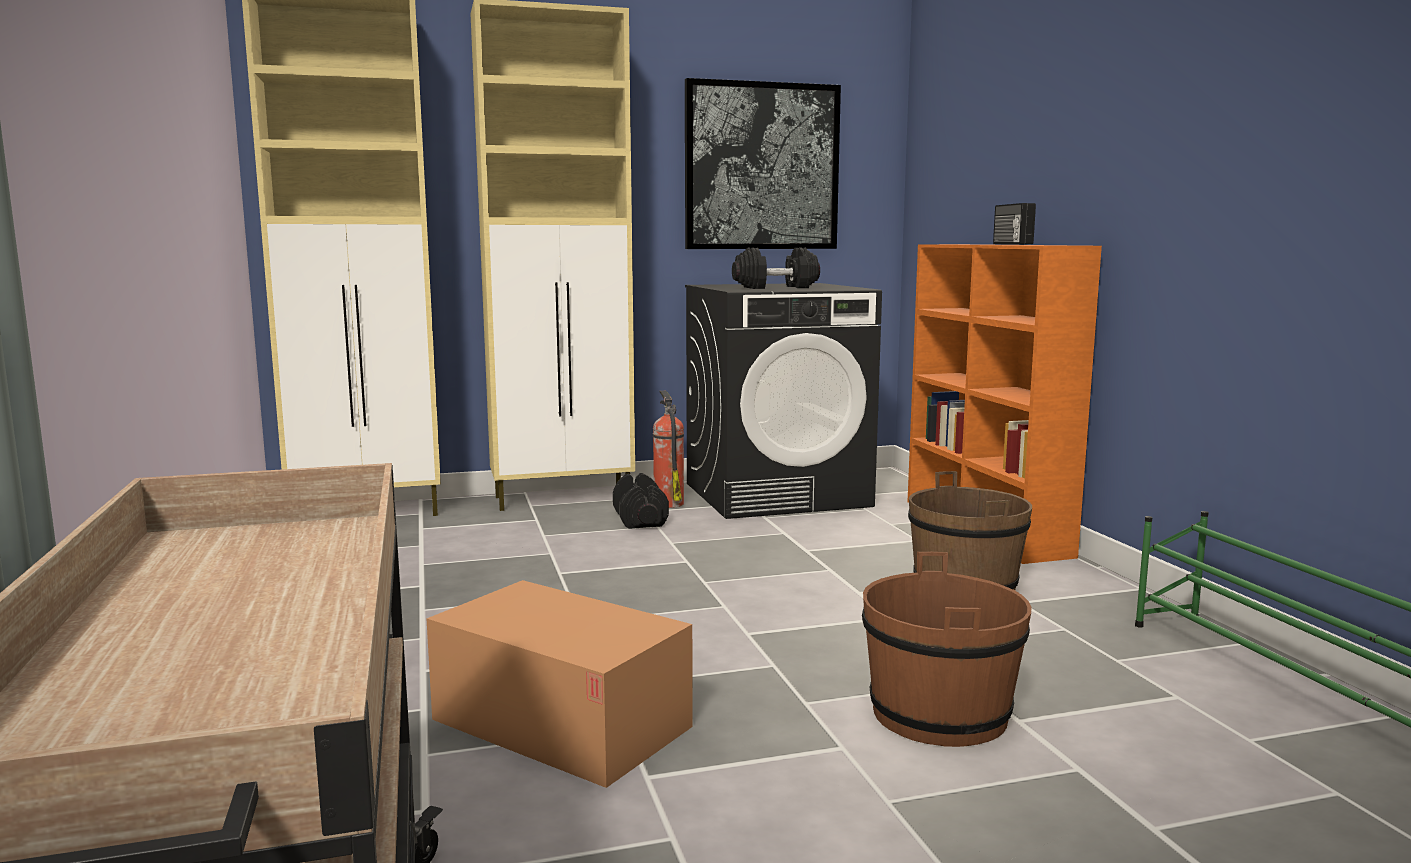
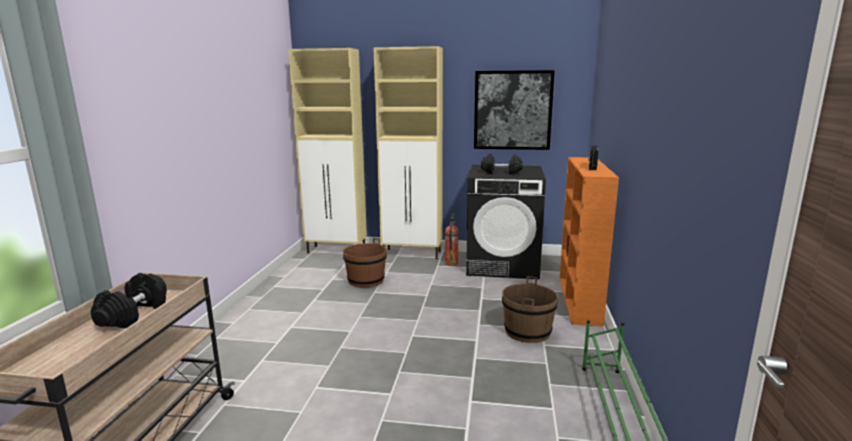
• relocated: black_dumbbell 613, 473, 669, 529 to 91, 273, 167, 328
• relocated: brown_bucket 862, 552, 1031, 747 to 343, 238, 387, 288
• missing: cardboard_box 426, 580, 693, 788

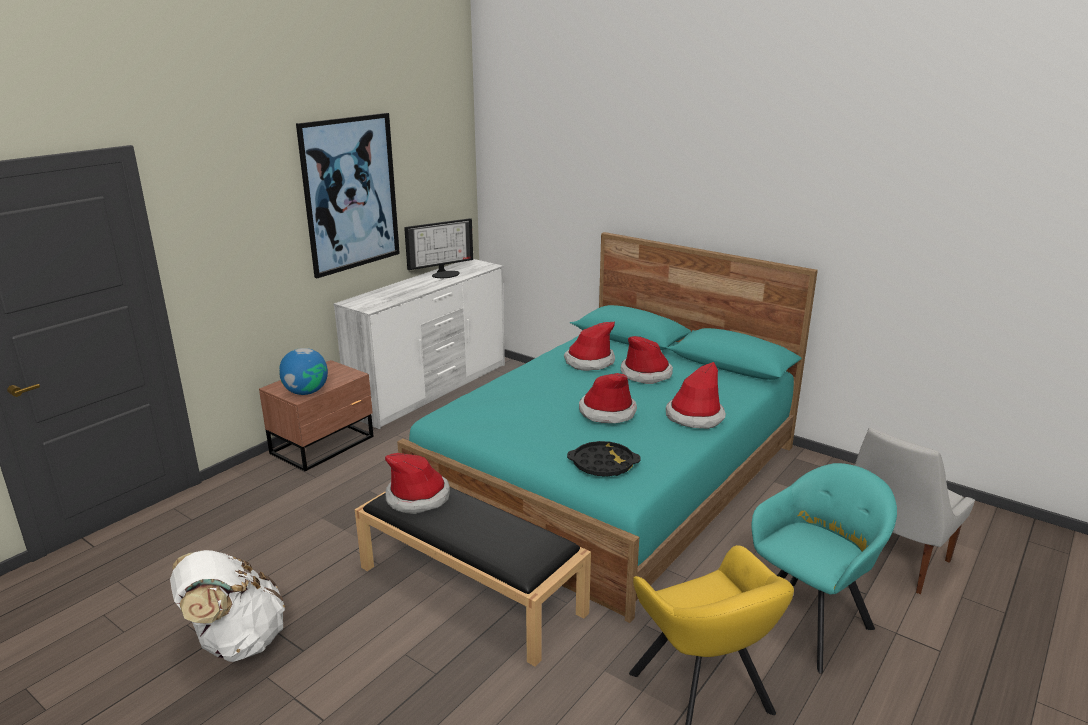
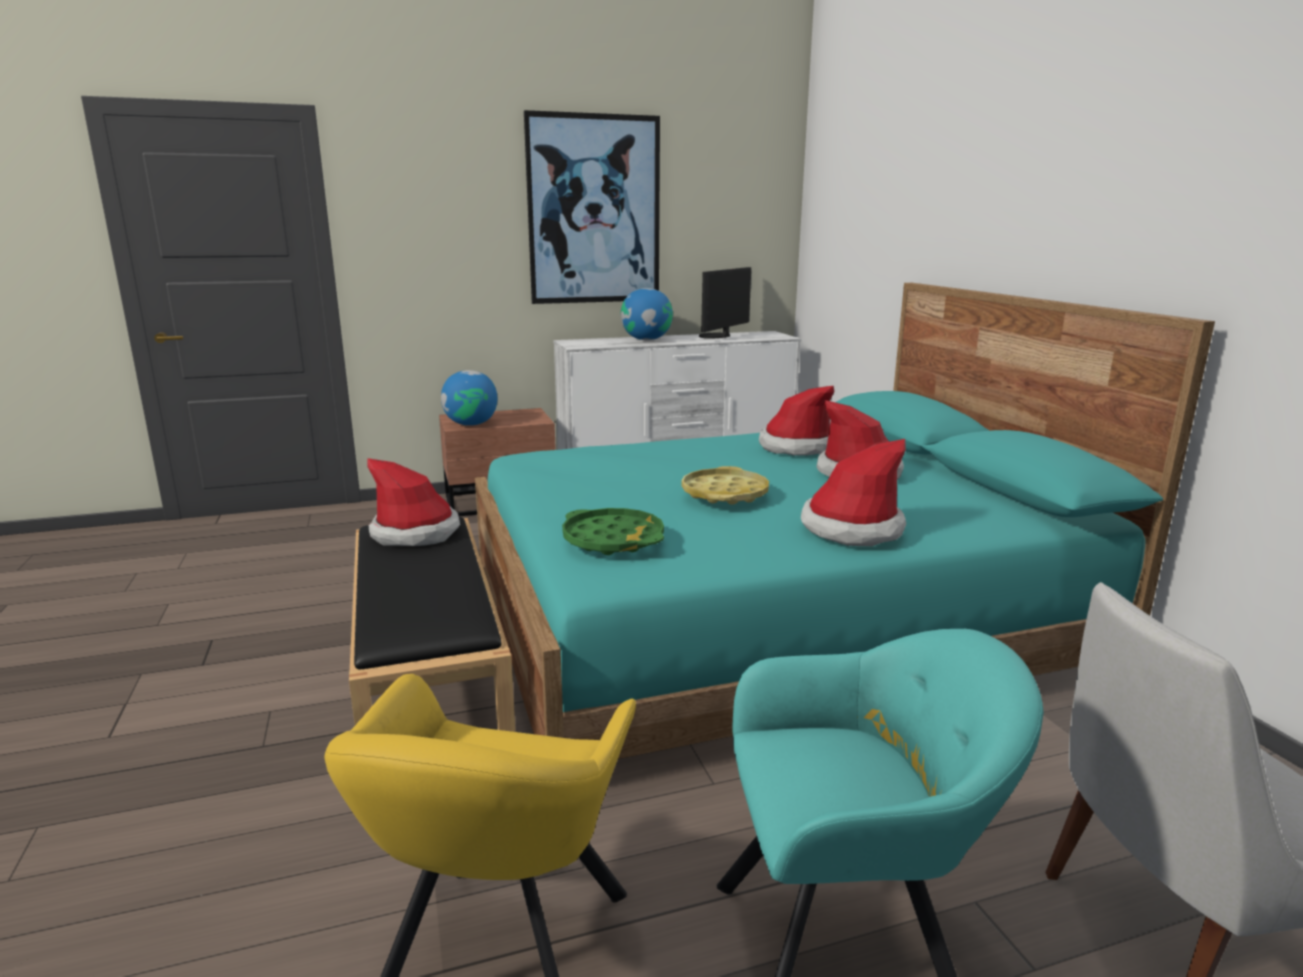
• spun: monitor 404, 218, 473, 278 = 699, 267, 751, 339 120 degrees clockwise
• exchanged: hat 579, 373, 637, 423 to yellow_tray 681, 466, 769, 505
• colour: black_tray 567, 441, 641, 477 to green_tray 562, 508, 664, 555
• missing: white_backpack 170, 550, 285, 662
• appeared: globe 621, 288, 673, 340

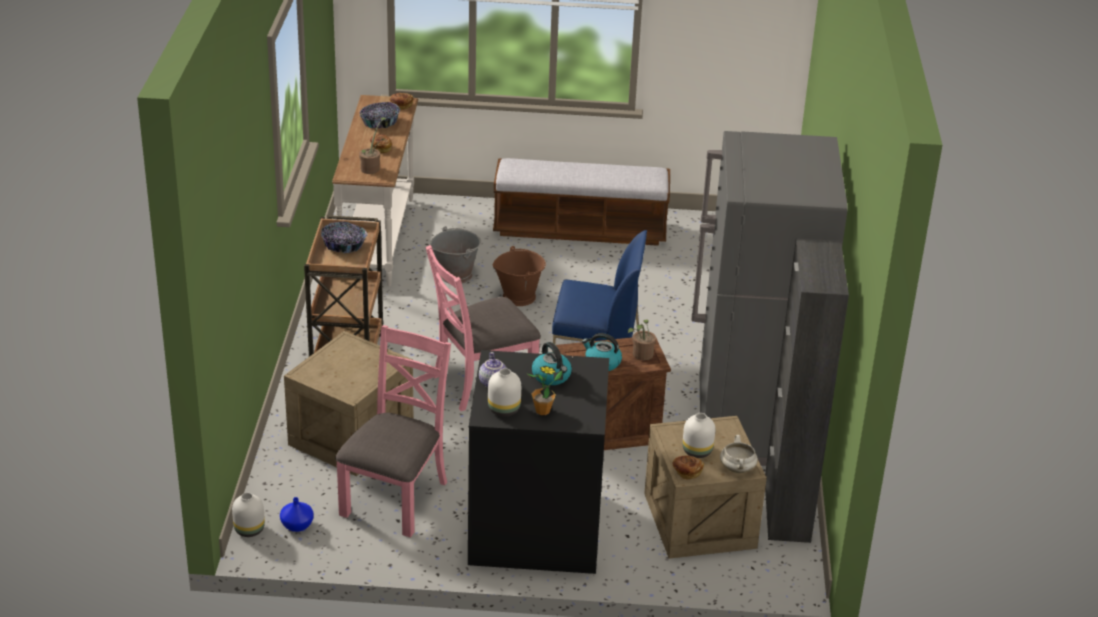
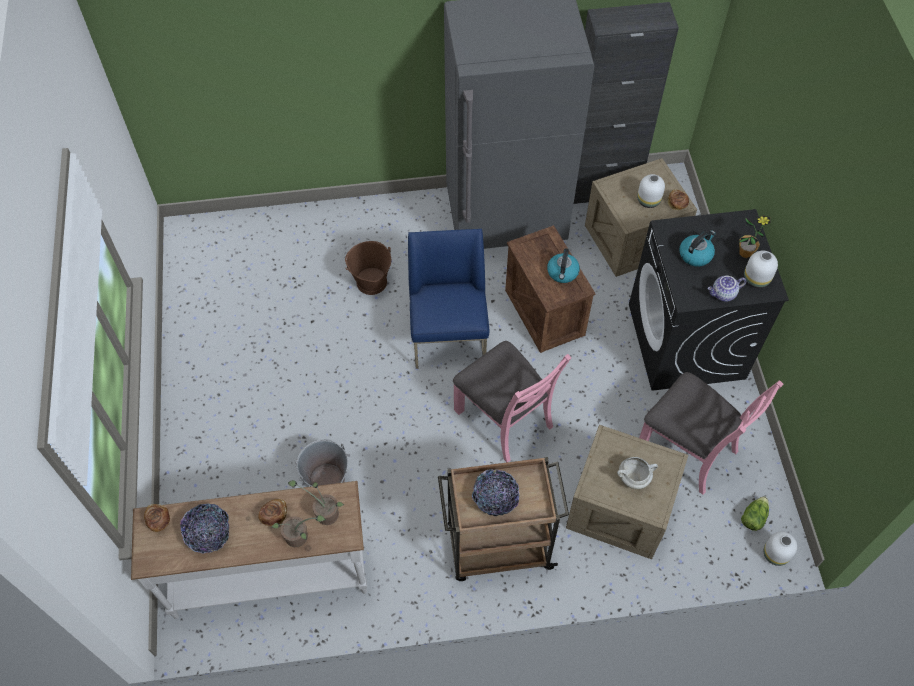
• missing: bench 493, 158, 670, 246
• relocated: brown_bucket 493, 246, 546, 306 to 345, 241, 391, 295
• relocated: potted_plant 628, 320, 656, 360 to 271, 515, 326, 547
• spun: pink_chair 335, 325, 451, 538 = 639, 372, 783, 495 150 degrees counterclockwise
• relocated: white_cooking_pot 720, 435, 758, 473 to 617, 457, 658, 489
• exchanged: blue_vase 280, 497, 314, 532 to lettuce 741, 496, 769, 531

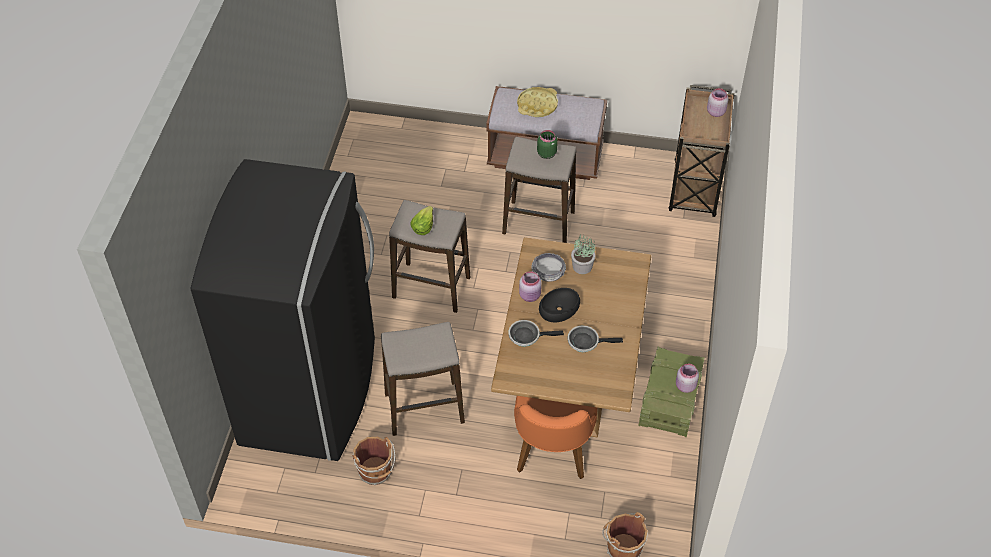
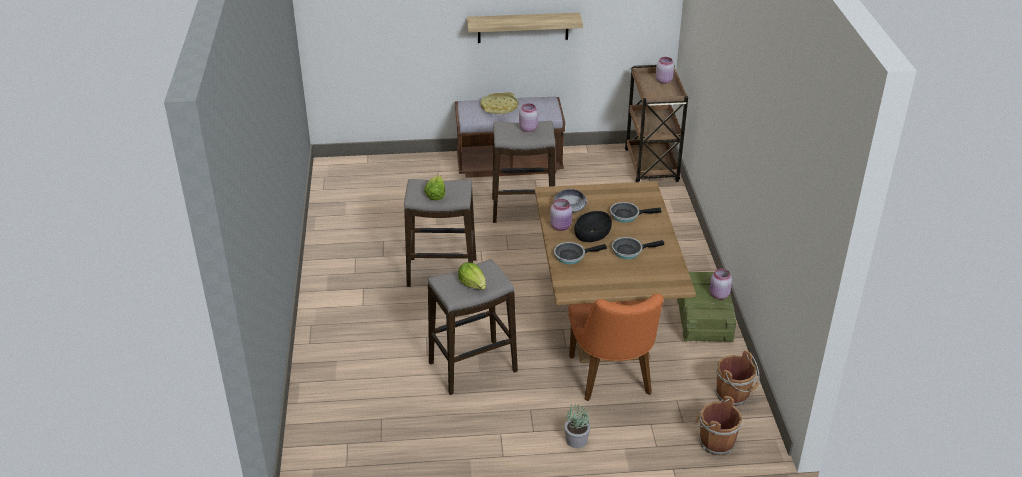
• colour: green_jar 537, 130, 558, 159 to pink_jar 519, 103, 538, 132
• missing: black_fridge 191, 159, 375, 461
• relocated: potted_plant 571, 235, 596, 274 to 564, 404, 590, 448
• relocated: brown_bucket 352, 437, 395, 485 to 715, 351, 759, 406
• appeared: shelf 467, 13, 583, 43
• appeared: frying_pan 610, 202, 662, 223
• appeared: lettuce 458, 262, 486, 290

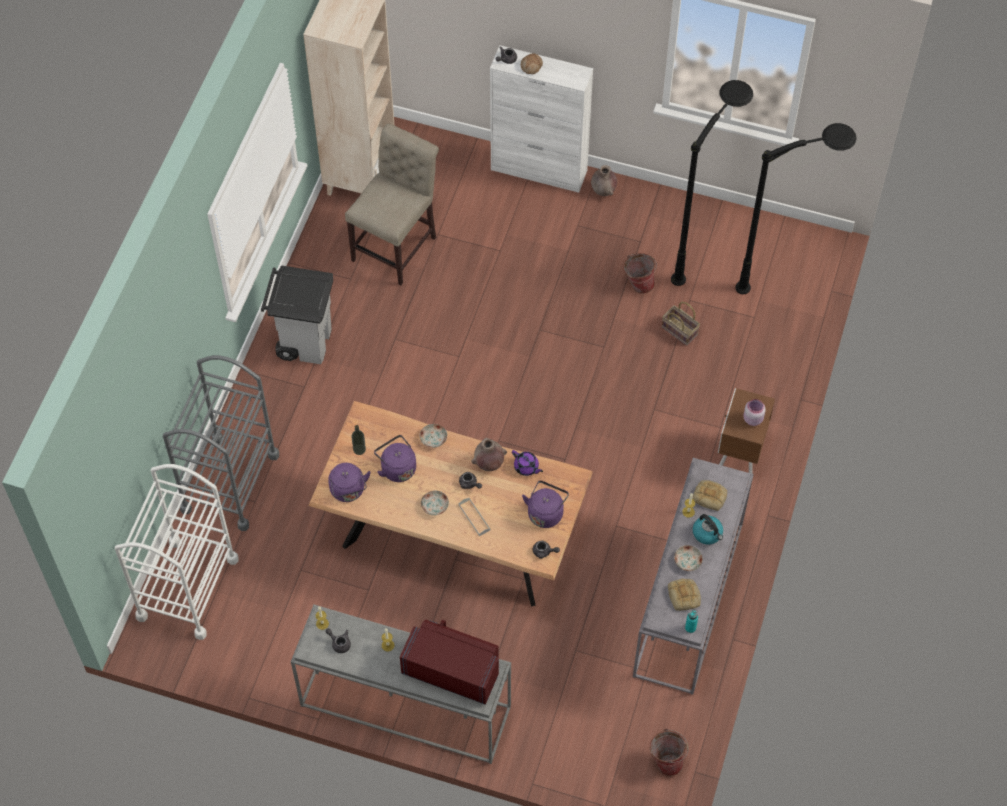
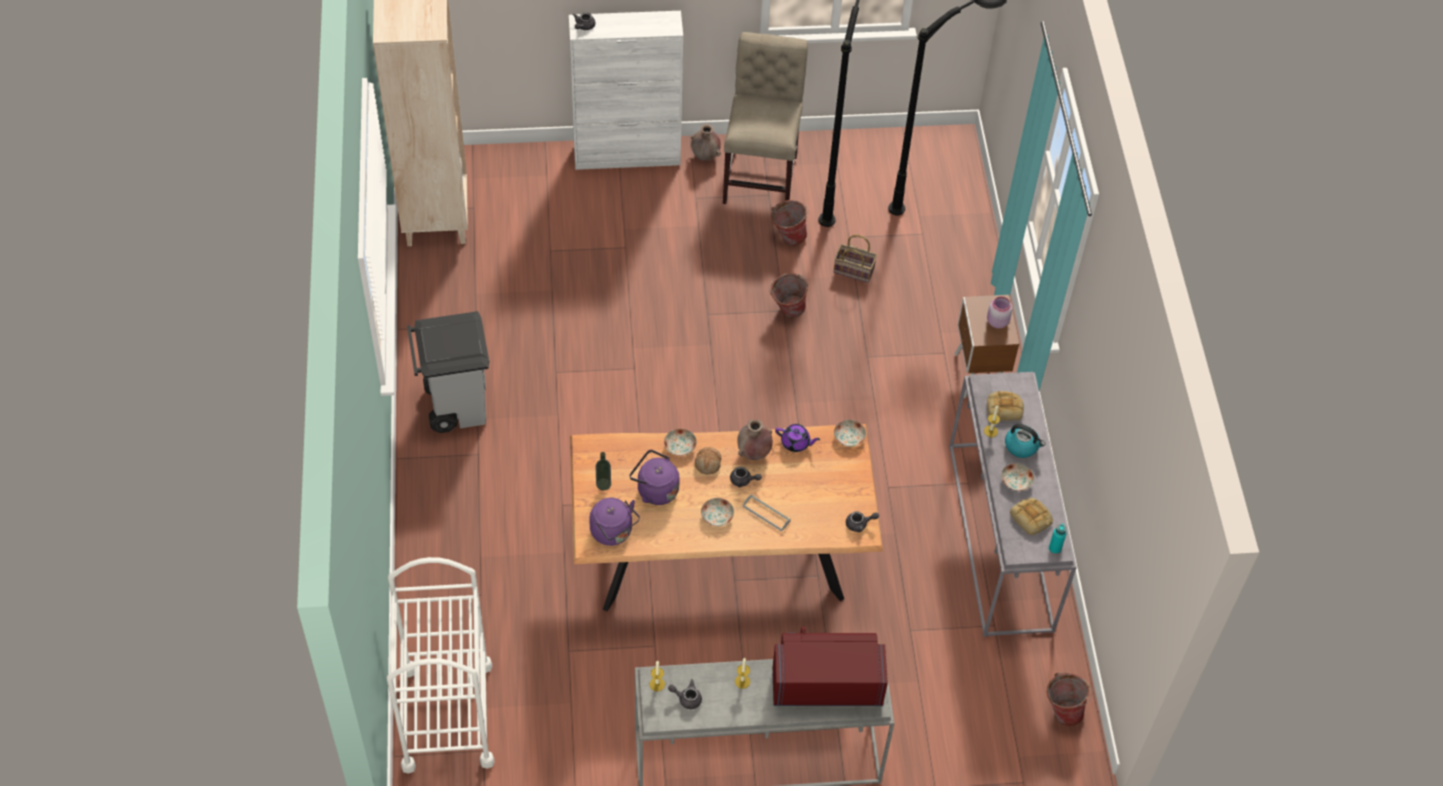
• relocated: bread 521, 53, 543, 74 to 695, 447, 721, 474
• relocated: beige_chair 345, 124, 439, 285 to 723, 32, 808, 204
• missing: grey_cart 163, 355, 279, 531
• missing: purple_kettle 522, 481, 569, 528
• appeared: bucket 769, 273, 808, 318
• appeared: plate 834, 420, 866, 447

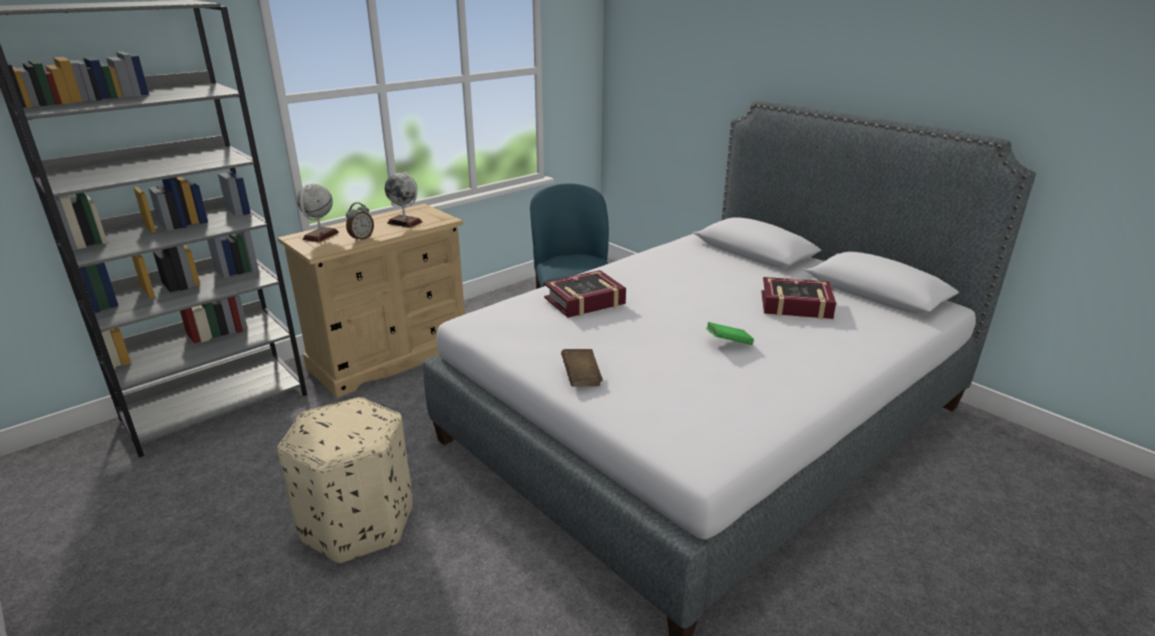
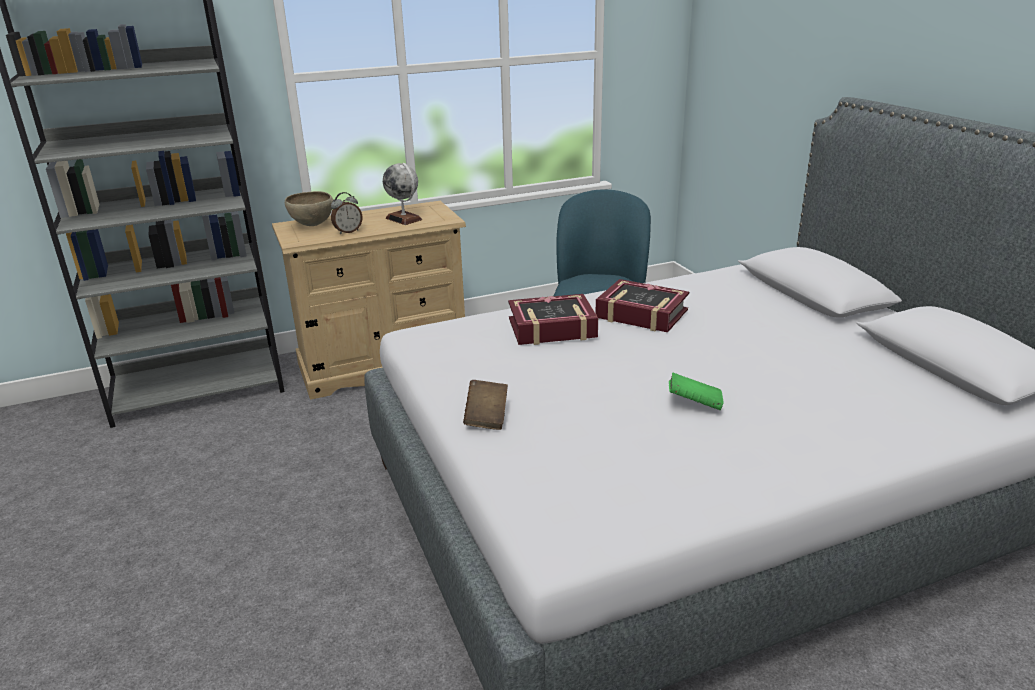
• exchanged: globe 297, 184, 339, 242 to brown_bowl 285, 191, 333, 226
• relocated: book 761, 277, 836, 319 to 595, 279, 689, 332
• missing: beige_ottoman 277, 397, 413, 564

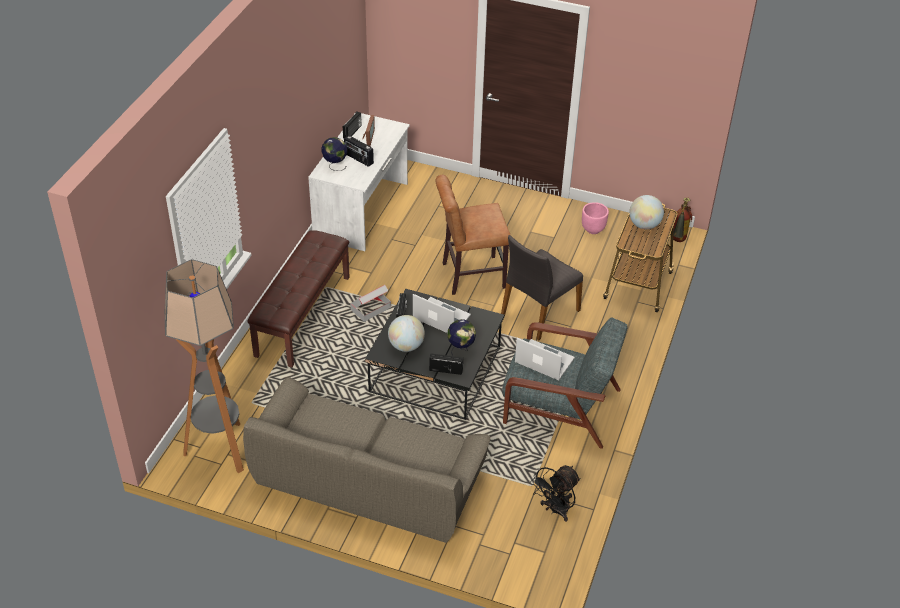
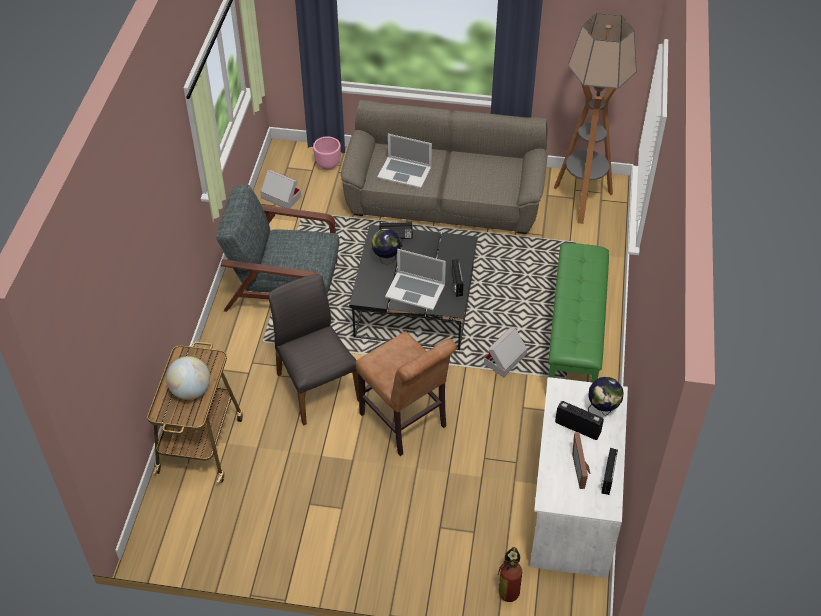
• spun: brown_chair 436, 175, 510, 295 = 355, 331, 457, 456 75 degrees clockwise
• relocated: fire_extinguisher 673, 197, 692, 242 to 498, 547, 522, 602
• relocated: pink_planter 582, 202, 609, 234 to 313, 136, 341, 170
• colour: brown_bench 248, 230, 349, 367 to green_bench 546, 243, 609, 389
• spun: grey_chair 501, 235, 583, 340 = 268, 274, 359, 426 60 degrees counterclockwise
• missing: globe 388, 315, 425, 352
• relocated: laptop 515, 338, 575, 380 to 377, 134, 432, 188
• exchanged: black_fan 530, 465, 581, 522 to cardboard_box 260, 170, 301, 209

